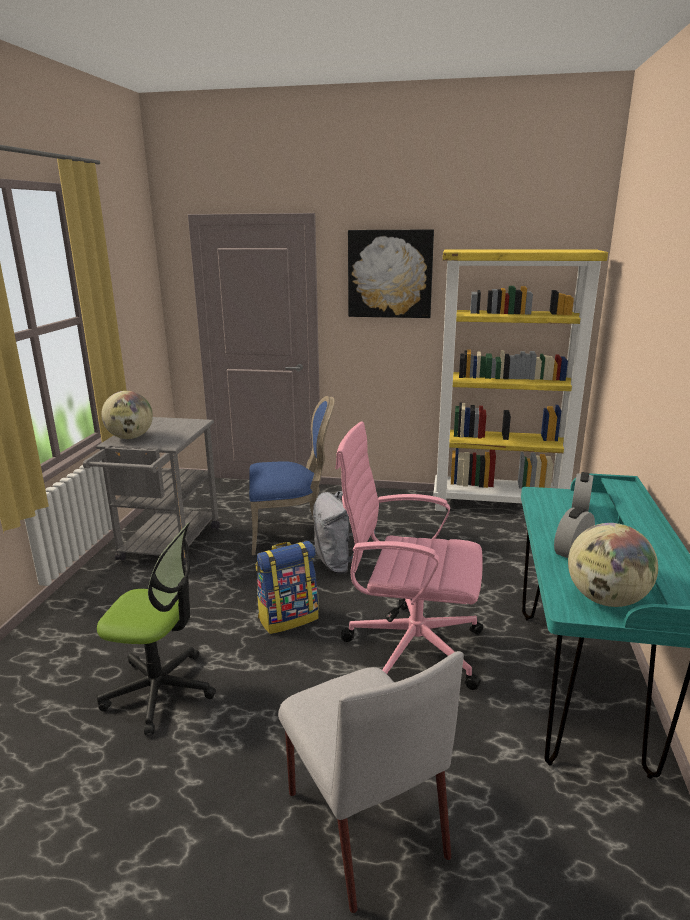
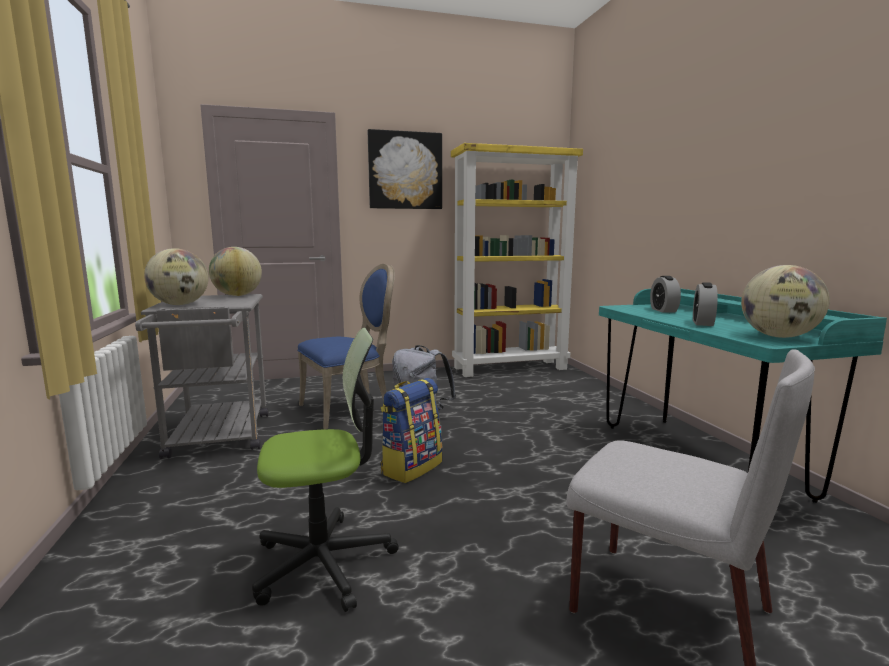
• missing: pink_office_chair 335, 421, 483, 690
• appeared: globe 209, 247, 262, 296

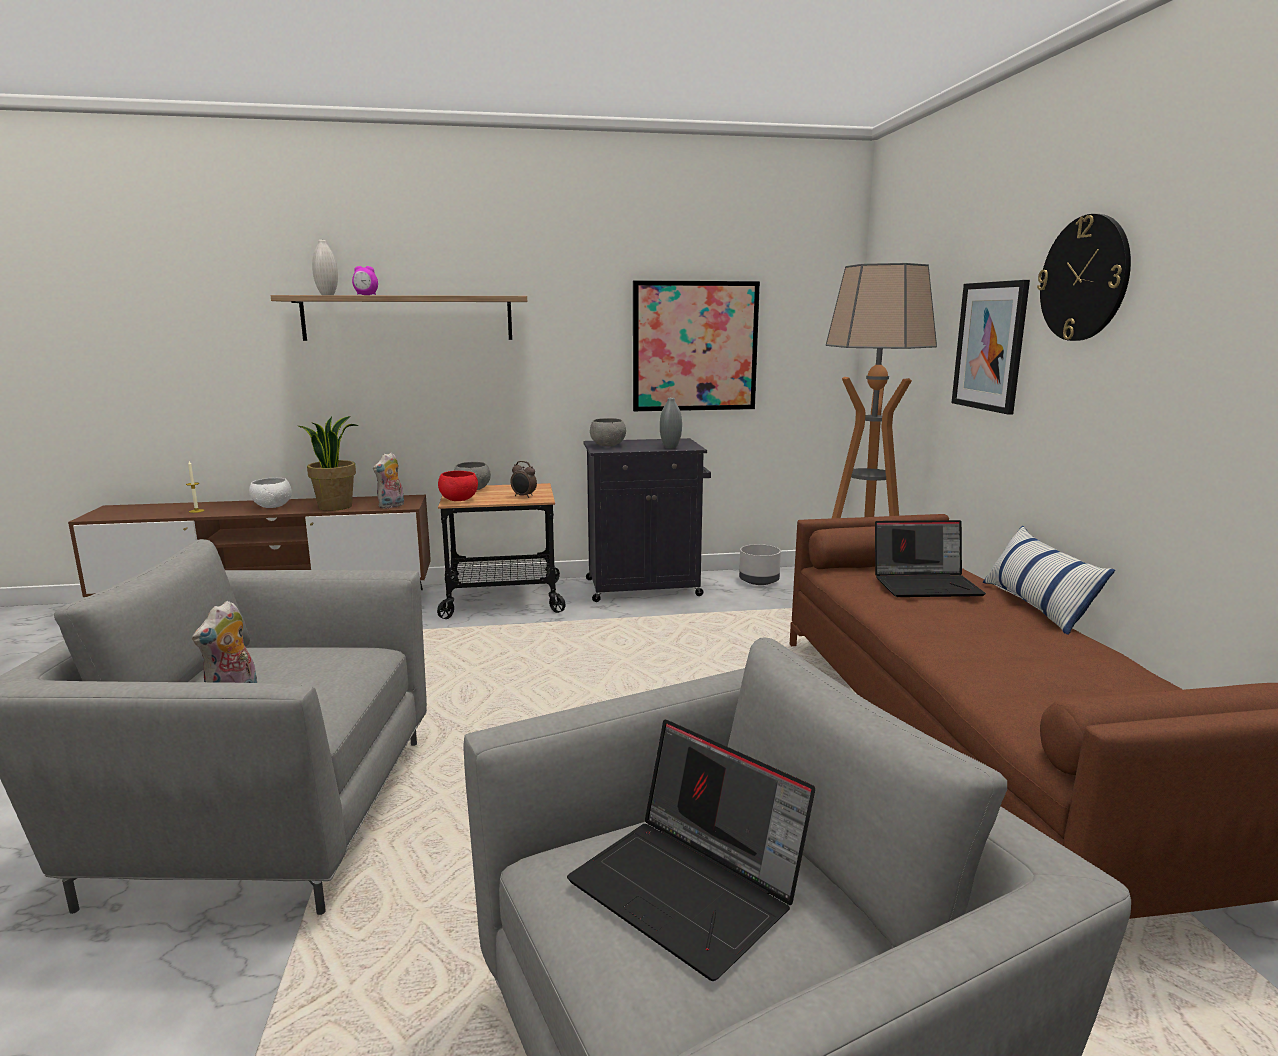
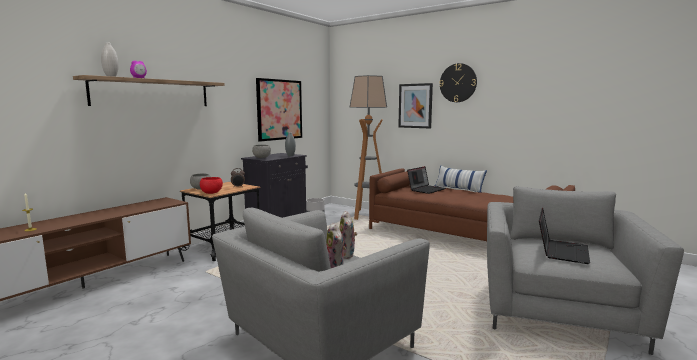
• missing: potted_plant 298, 416, 359, 511
• relocated: plush_toy 373, 452, 404, 509 to 340, 210, 357, 259
• missing: white_bowl 249, 478, 292, 508
• spun: laptop 567, 720, 815, 981 = 539, 208, 590, 264 60 degrees counterclockwise

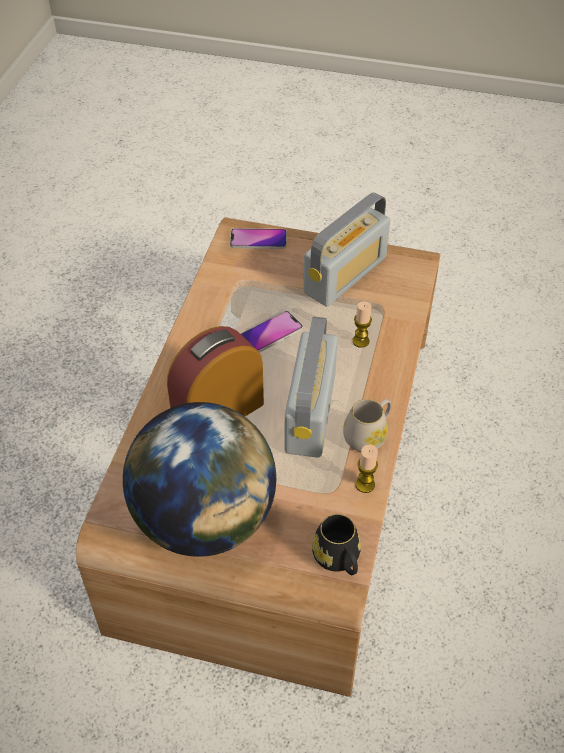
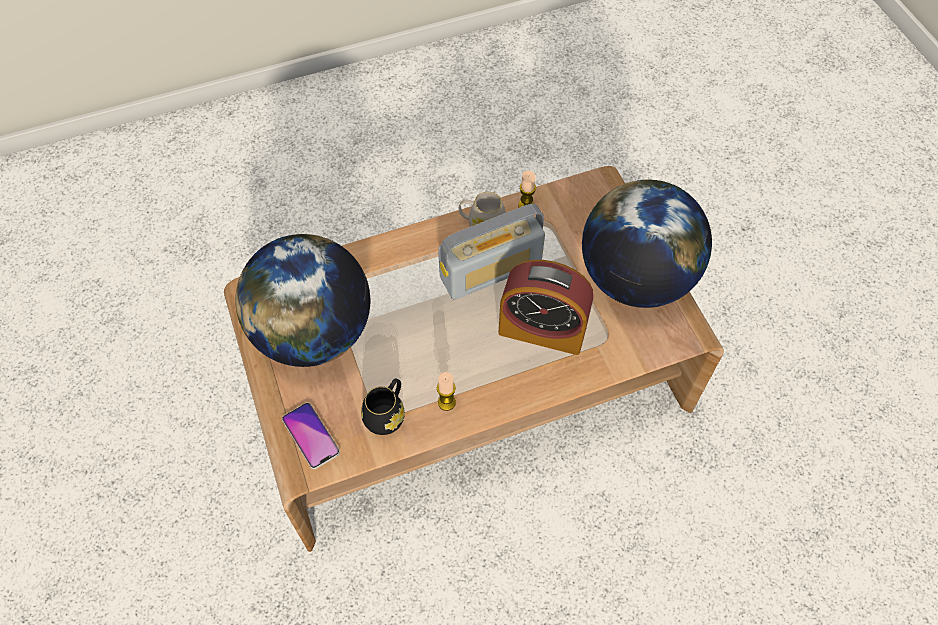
• exchanged: radio 303, 192, 390, 306 to globe 235, 234, 370, 367
• relocated: candle 352, 301, 372, 348 to 437, 372, 456, 411
• missing: phone 241, 311, 303, 353
• relocated: black_mug 312, 514, 361, 575 to 361, 379, 405, 435

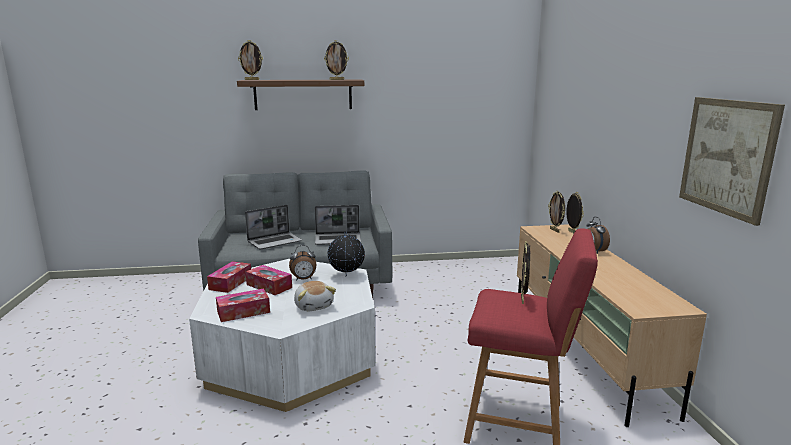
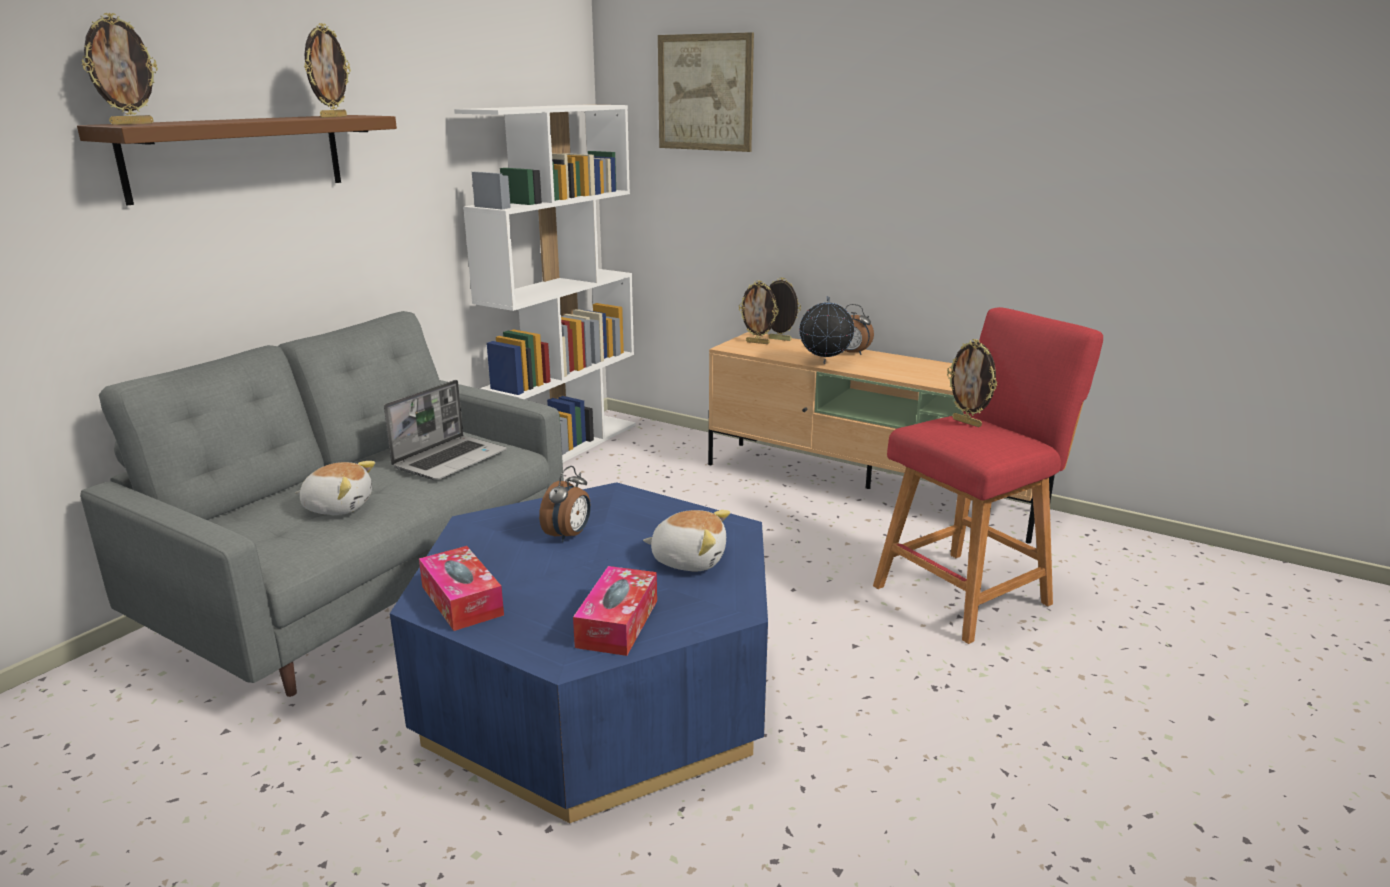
• relocated: picture 679, 97, 785, 226 to 658, 32, 754, 152
• exchanged: laptop 245, 205, 302, 250 to plush_toy 295, 461, 375, 515
• relocated: globe 327, 231, 365, 276 to 799, 296, 855, 364
• colour: white_coffee_table 189, 259, 375, 412 to blue_coffee_table 390, 482, 768, 823
• missing: tissue_box 245, 265, 292, 295
• appeared: white_bookcase 454, 104, 636, 462

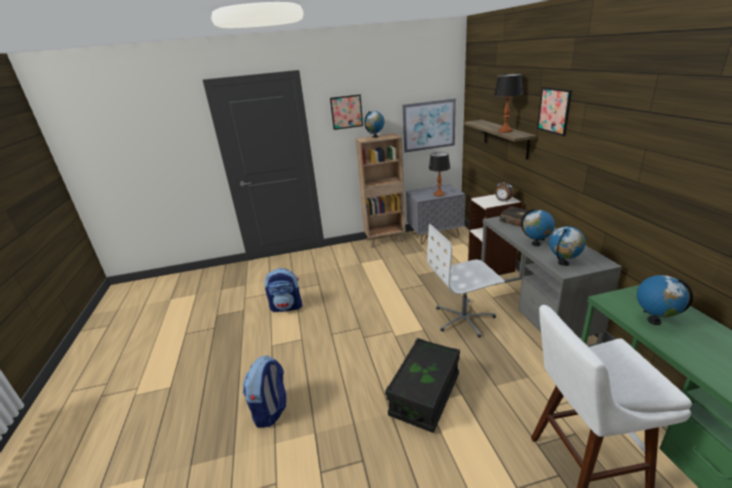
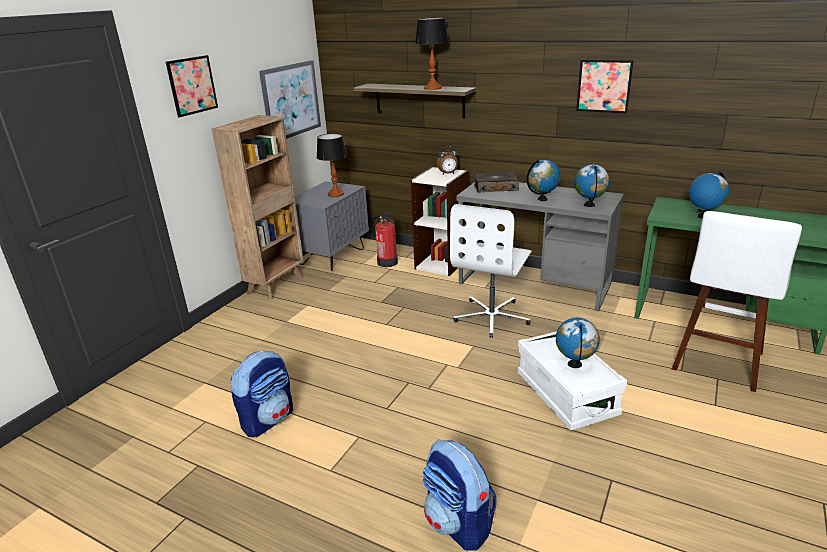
• relocated: picture 537, 87, 572, 136 to 576, 60, 634, 113
• relocated: globe 364, 111, 385, 138 to 556, 318, 600, 368
• colour: black_storage_box 385, 338, 460, 433 to white_storage_box 518, 331, 627, 431
• appeared: fire_extinguisher 372, 212, 398, 267

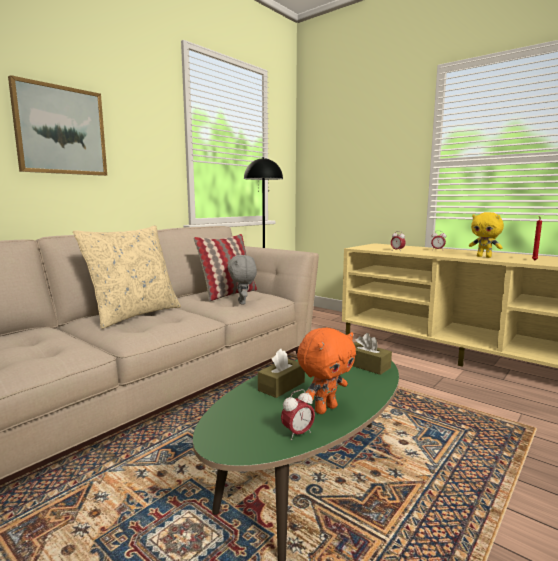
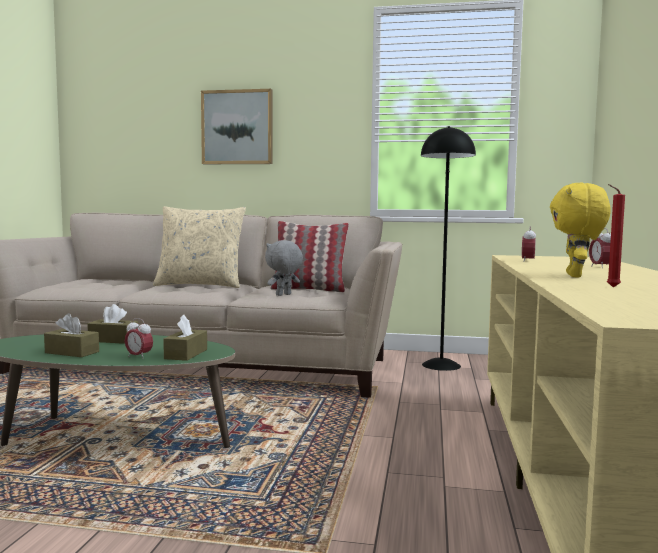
• exchanged: orange_plush_toy 297, 327, 356, 414 to brown_tissue_box 44, 313, 99, 357
• relocated: alarm_clock 281, 389, 315, 440 to 125, 318, 153, 359

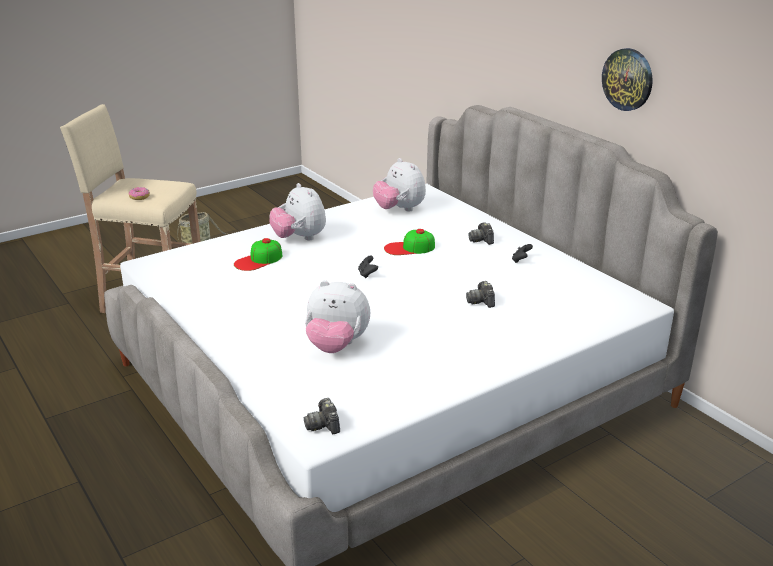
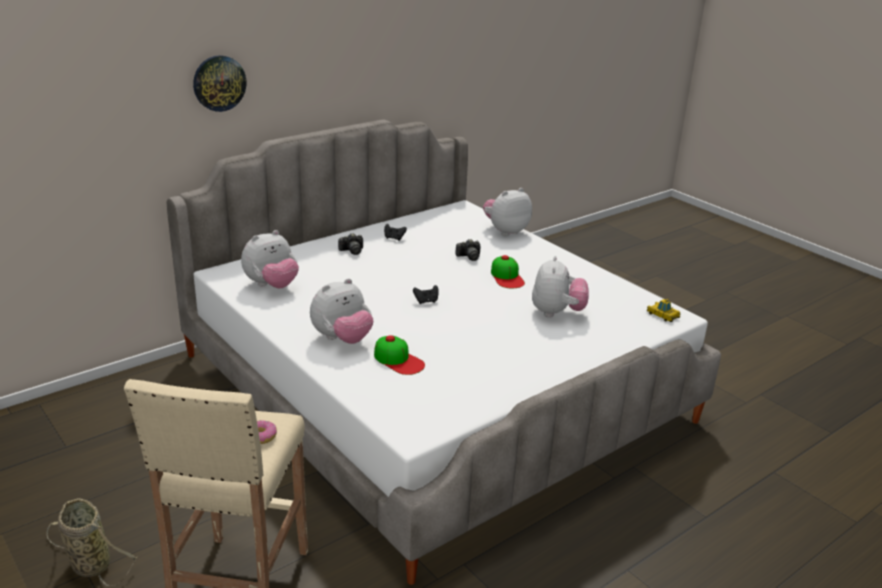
• relocated: wall_clock 602, 48, 653, 111 to 193, 55, 246, 112
• relocated: cap 384, 229, 435, 255 to 491, 255, 525, 288
• exchanged: photo_camera 304, 398, 340, 434 to toy_car 647, 299, 680, 322
• appeared: plush_toy 483, 188, 532, 236

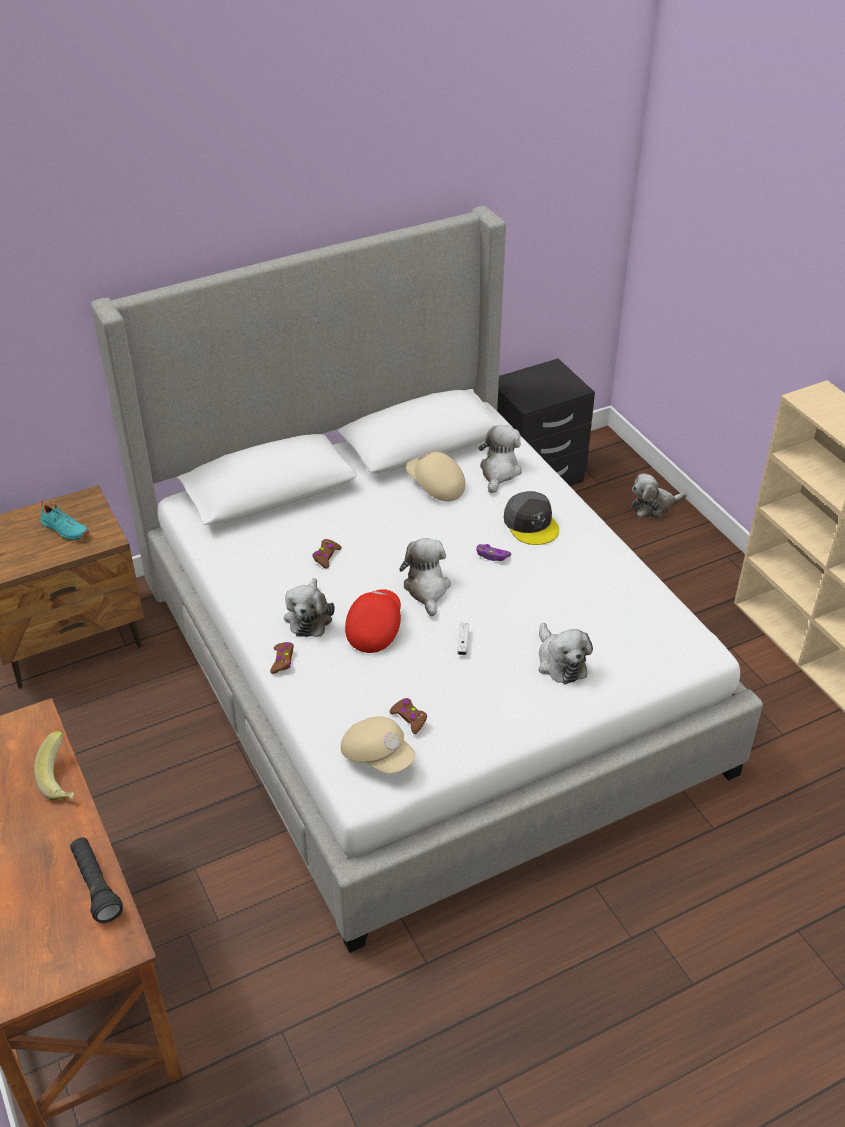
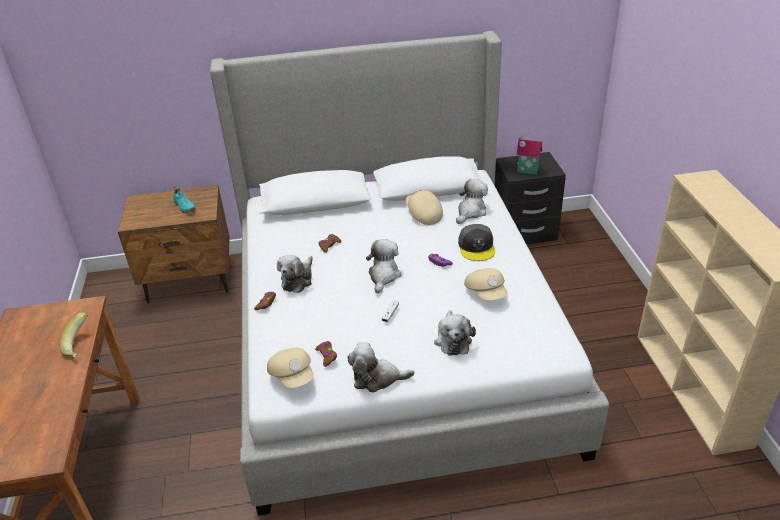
• relocated: plush_toy 631, 473, 687, 518 to 347, 342, 415, 393
• missing: red_cap 345, 589, 401, 653
• missing: black_flashlight 70, 838, 123, 923
• appeared: toy_house 516, 134, 542, 175
• appeared: beige_cap 464, 268, 507, 300

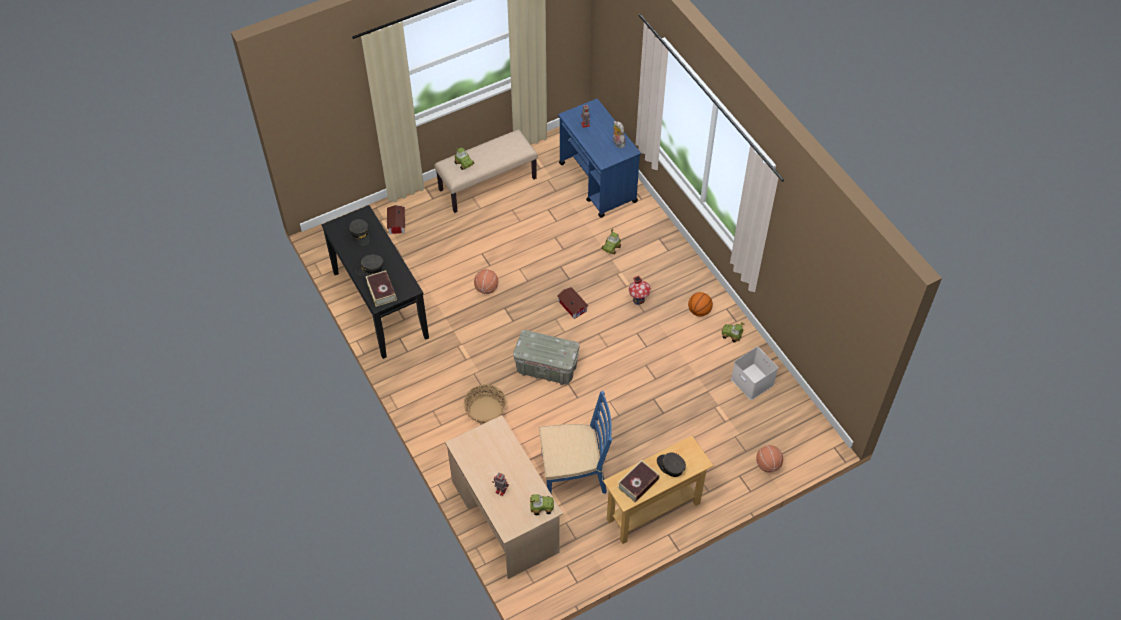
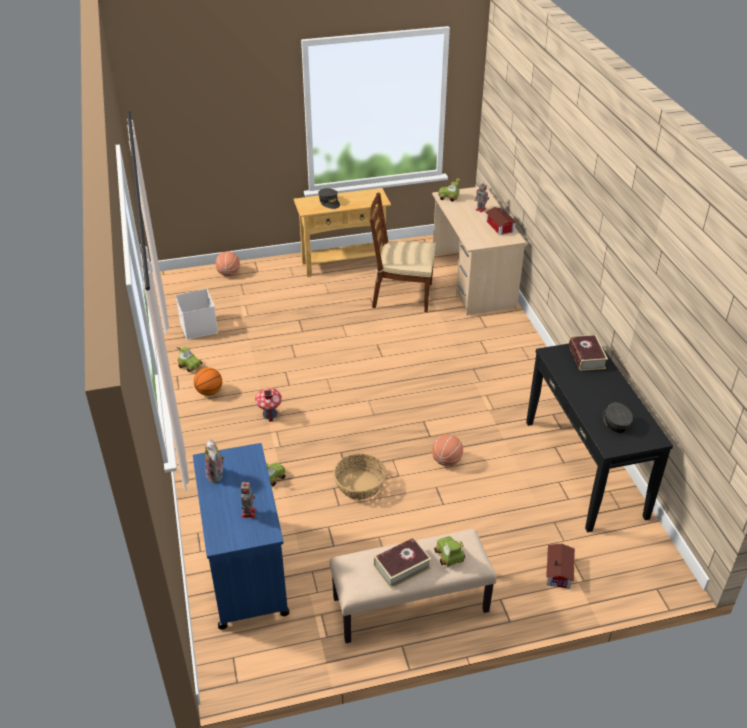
• missing: grey_cap 356, 255, 383, 276
• relocated: toy_house 557, 287, 588, 319 to 486, 207, 517, 235
• missing: grey_storage_box 513, 330, 579, 385
• relocated: basket 464, 384, 507, 424 to 333, 454, 386, 500
• colour: blue_chair 539, 391, 612, 494 to brown_chair 369, 193, 436, 312
• relocated: book 617, 460, 659, 502 to 374, 538, 431, 588

